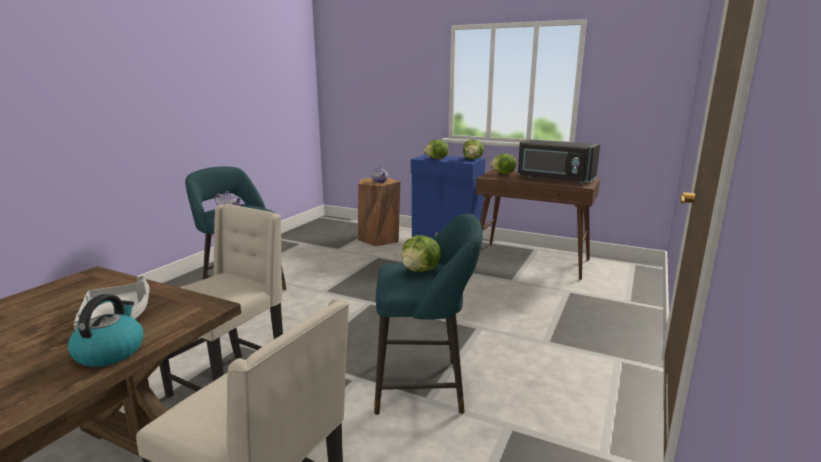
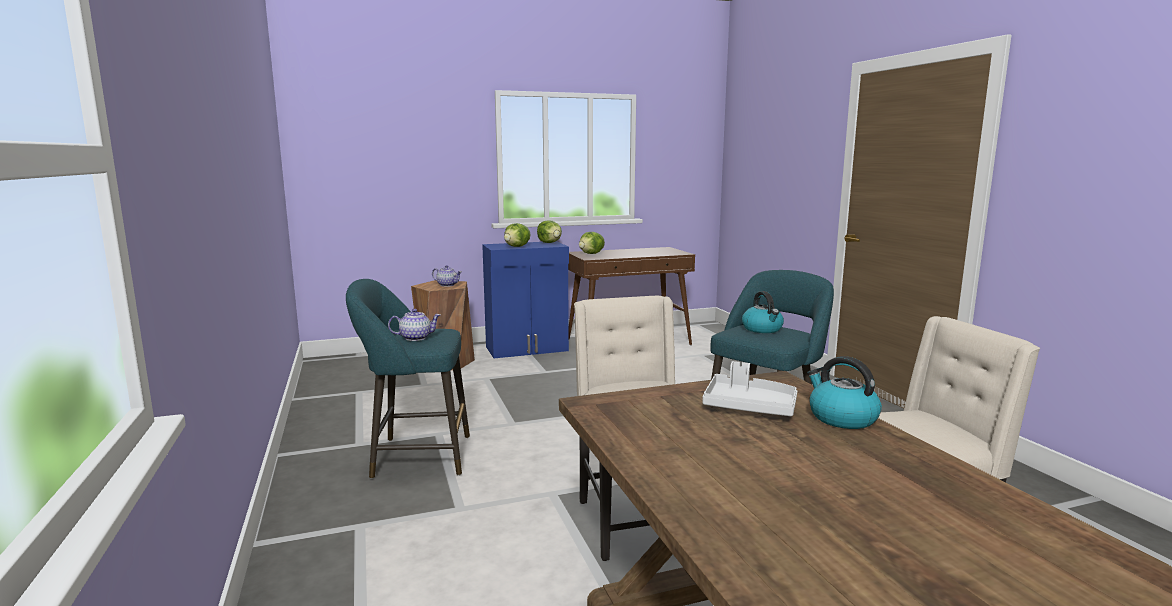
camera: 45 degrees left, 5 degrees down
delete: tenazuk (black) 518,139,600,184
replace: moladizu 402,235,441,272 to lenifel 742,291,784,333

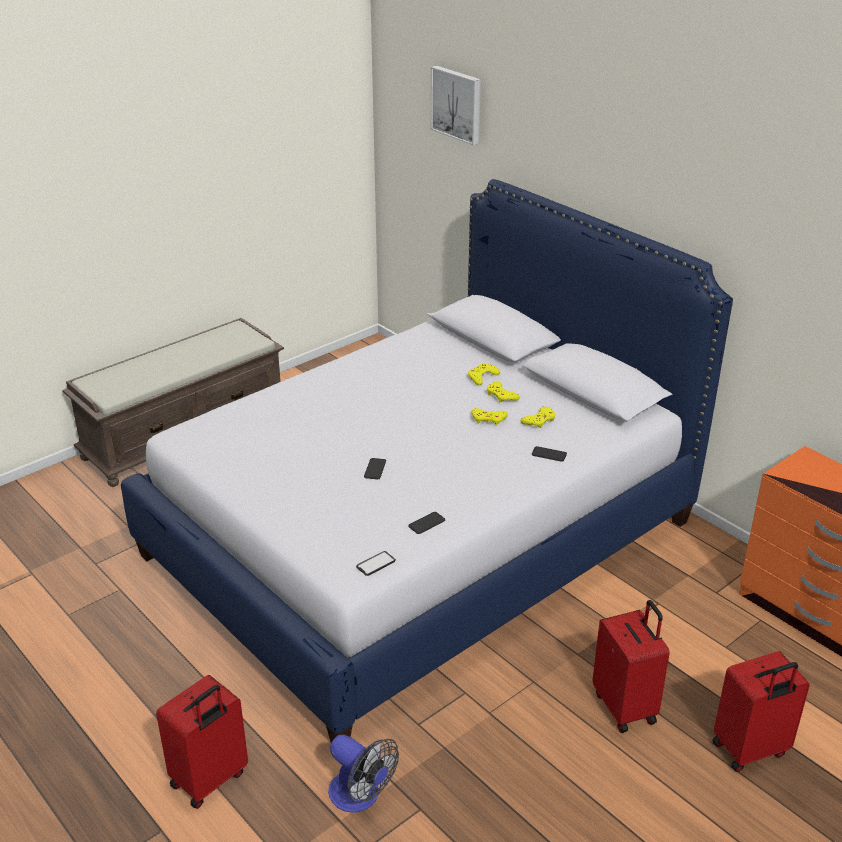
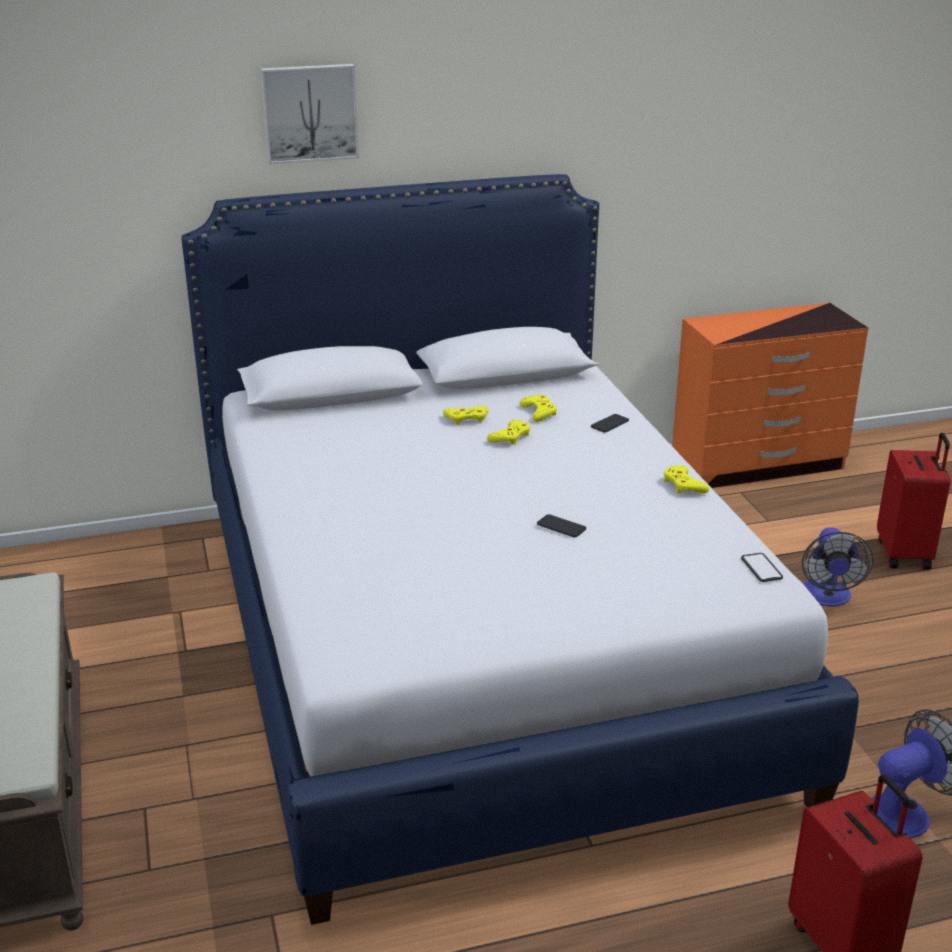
camera: 65 degrees left, 5 degrees down
delete: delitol 408,512,445,534
move: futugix 431,66,481,145 to 261,64,359,164; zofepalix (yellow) 468,363,500,385 to 664,465,709,493
replace: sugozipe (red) 593,600,670,733 to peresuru 802,527,874,606

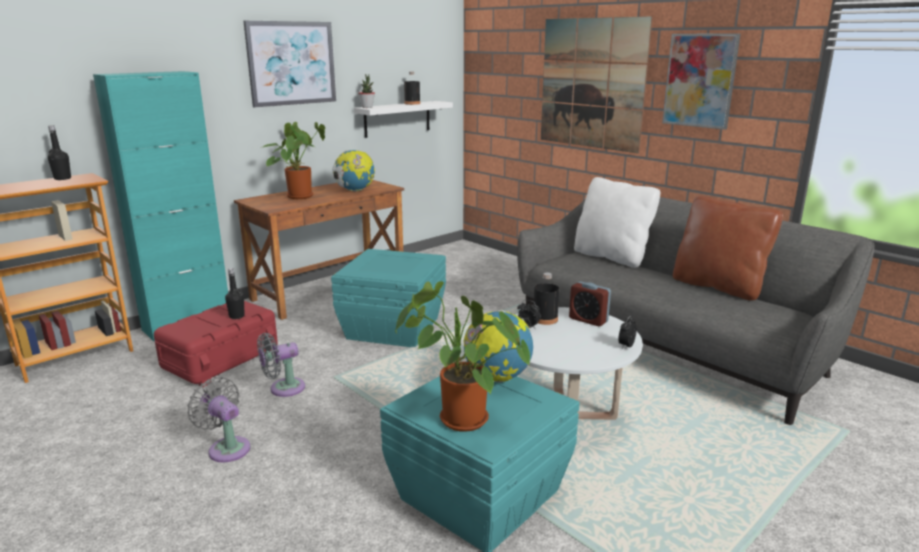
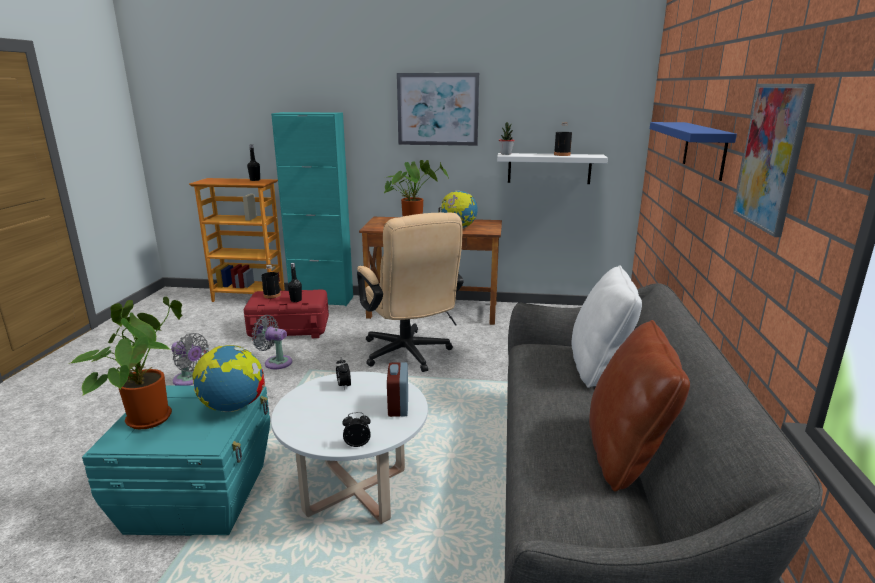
camera: 50 degrees right, 0 degrees up
move: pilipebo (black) 534,272,559,325 to 262,265,281,298
replace: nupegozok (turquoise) 331,249,446,347 to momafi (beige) 357,212,464,372; futugix 541,16,653,153 to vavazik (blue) 650,122,737,181
rotate: peresuru (grey) 187,377,251,463 = 171,333,209,386 120 degrees clockwise

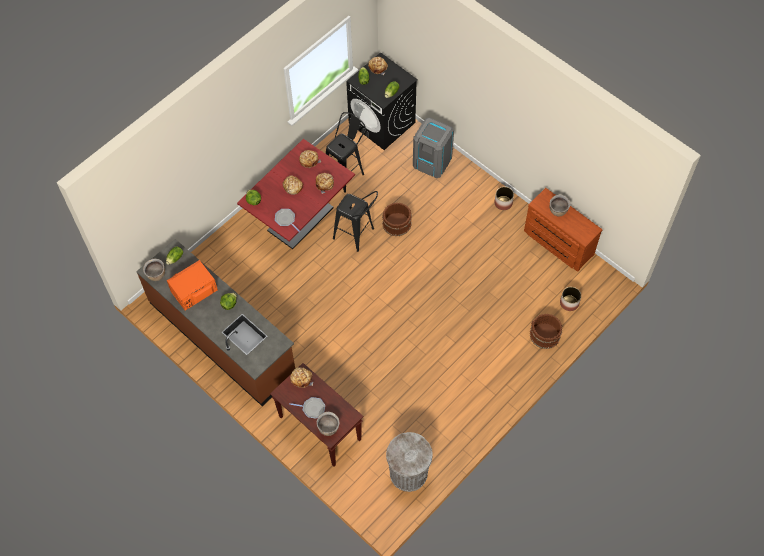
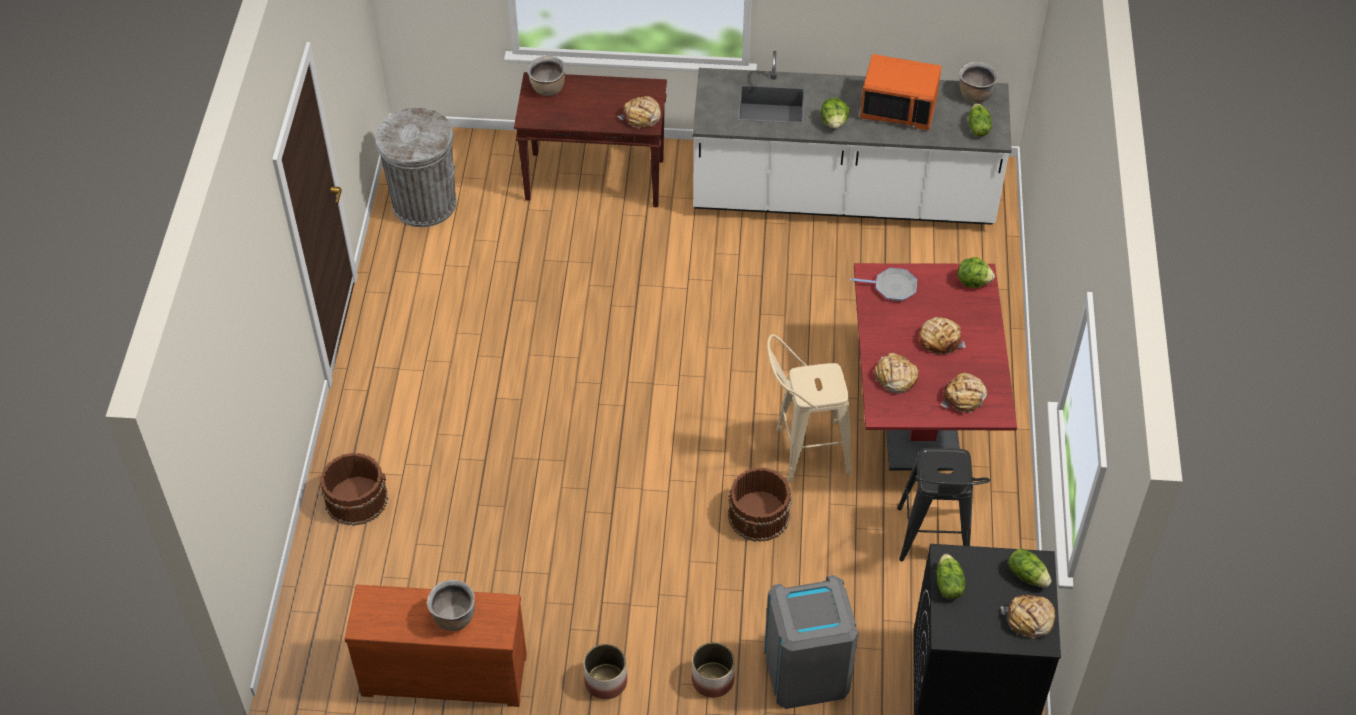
camera: 140 degrees right, 10 degrees down
delete: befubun 290,397,325,418
move: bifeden 560,287,581,311 to 692,642,735,698
recolor: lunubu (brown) 136,239,295,406 to lunubu (white) 692,51,1012,225; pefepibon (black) 333,191,378,252 to pefepibon (beige) 767,334,851,482
rotate: tenazuk (orange) 167,260,218,311 = 860,54,942,130 90 degrees clockwise

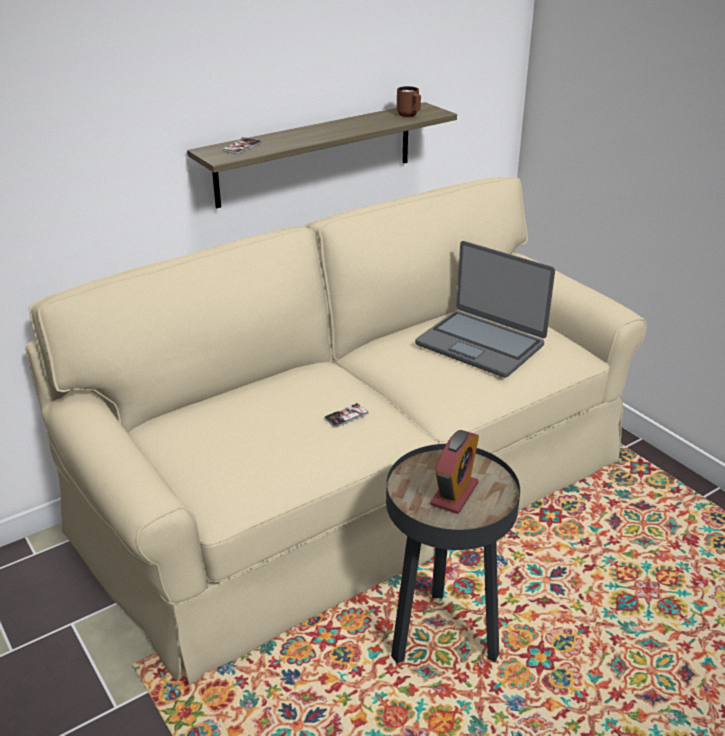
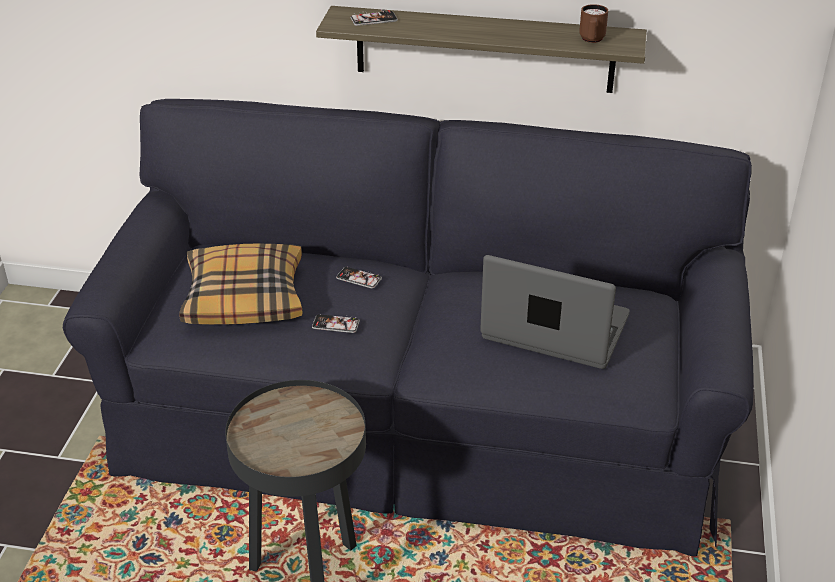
camera: 45 degrees right, 5 degrees up
delete: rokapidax 430,430,479,514
insert: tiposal 179,244,302,324; delitol 336,267,382,289
recolor: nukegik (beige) 25,177,647,684 to nukegik (black) 63,99,754,557
rotate: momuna 415,241,555,378 = 480,255,630,369 120 degrees clockwise

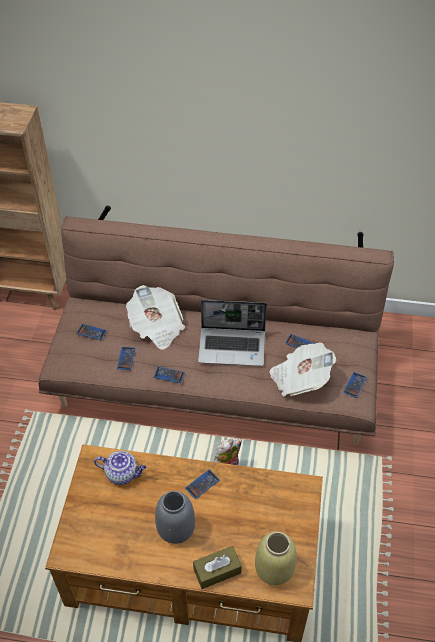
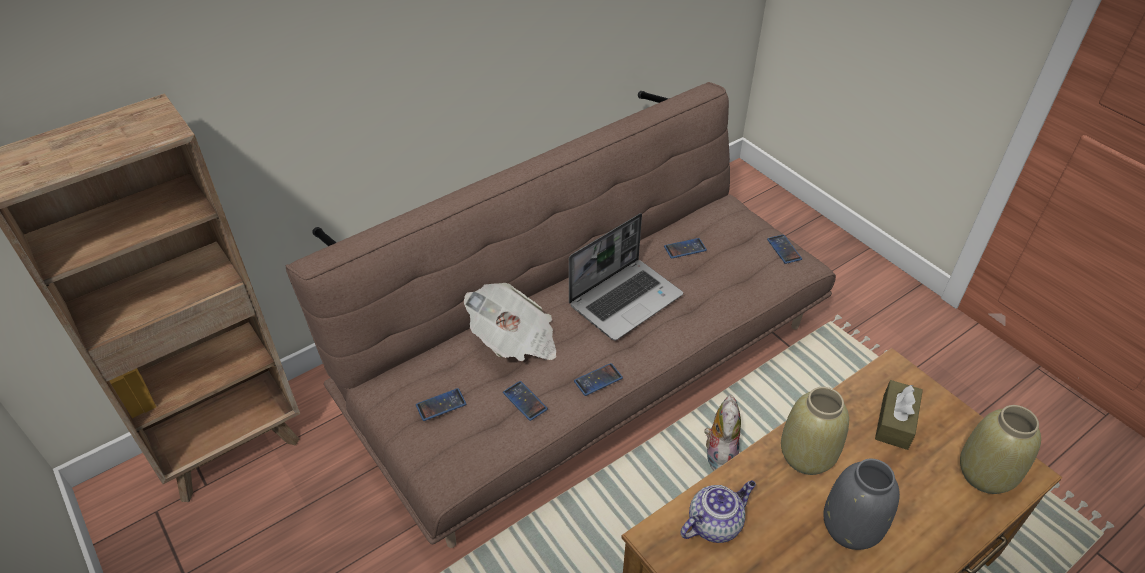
camera: 45 degrees left, 5 degrees down
delete: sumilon 269,342,336,396
move: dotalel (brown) 193,546,242,589 to 875,380,923,450
replace: delitol 185,469,220,499 to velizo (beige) 781,387,849,475

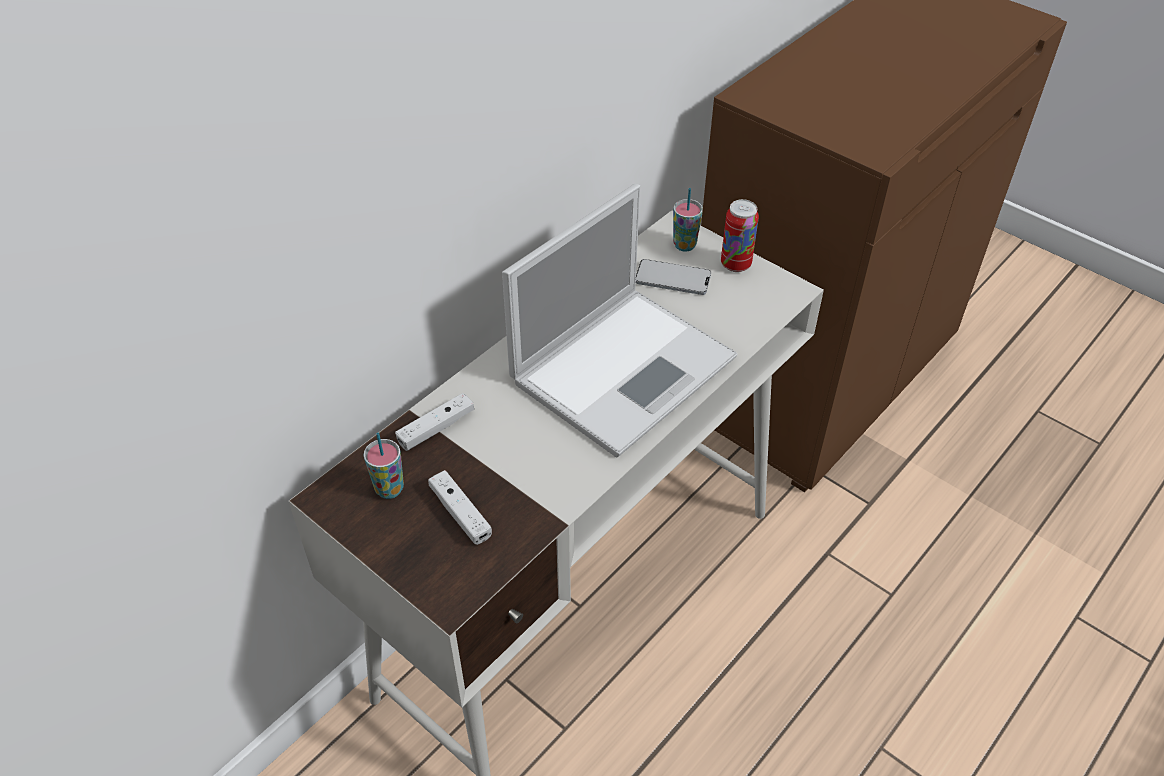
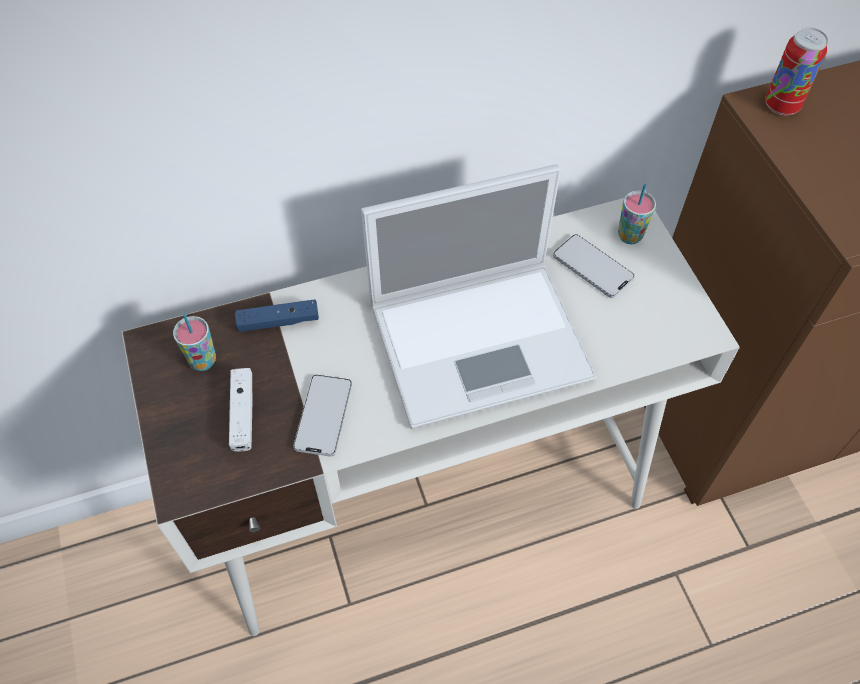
camera: 30 degrees right, 10 degrees up
insert: delitol 293,375,352,457
move: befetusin 721,199,759,272 to 765,27,828,116
recolor: zofepalix (white) 395,393,474,451 to zofepalix (blue) 235,299,319,332

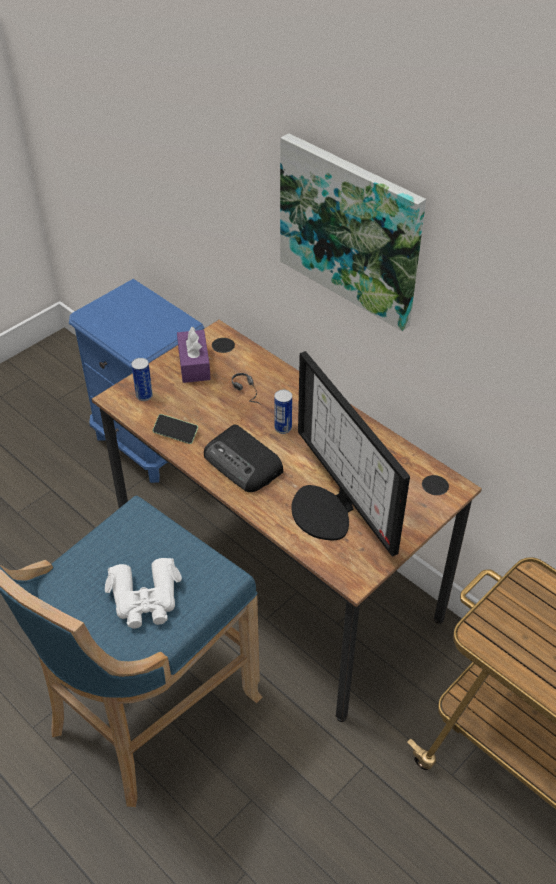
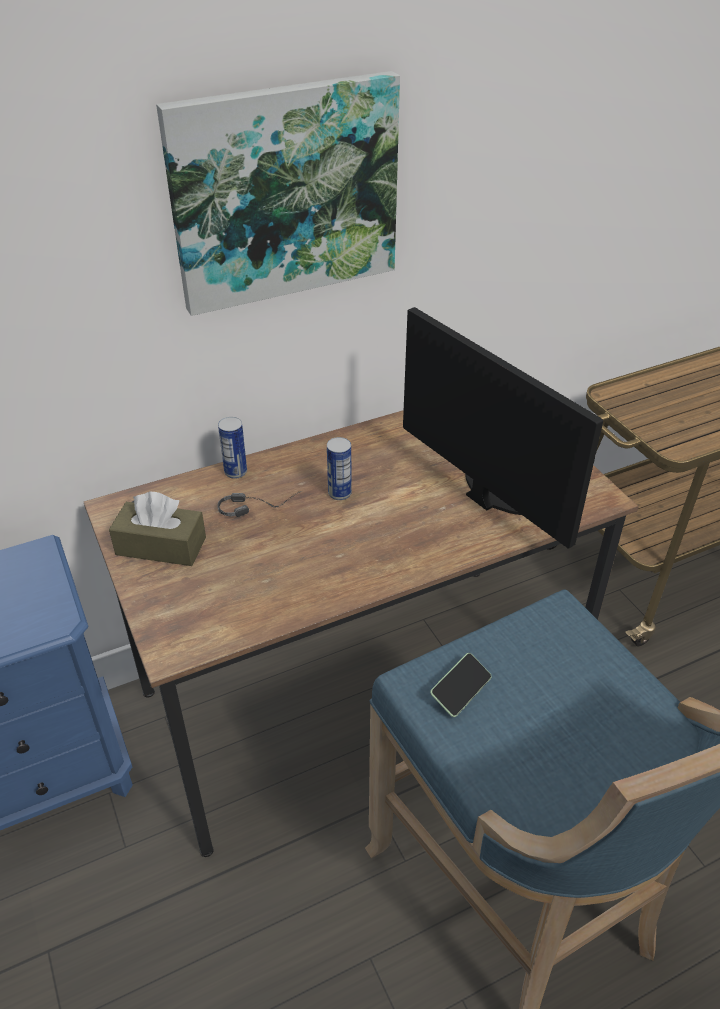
camera: 70 degrees left, 5 degrees down
delete: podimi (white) 105,558,182,629; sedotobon 204,424,283,492
move: befetusin 131,358,153,401 to 218,417,247,479; delitol 153,414,198,444 to 430,653,492,717
recolor: dotalel (purple) 177,327,211,383 to dotalel (brown) 109,492,206,566
rotate: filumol 291,351,410,557 = 403,307,603,549 120 degrees counterclockwise

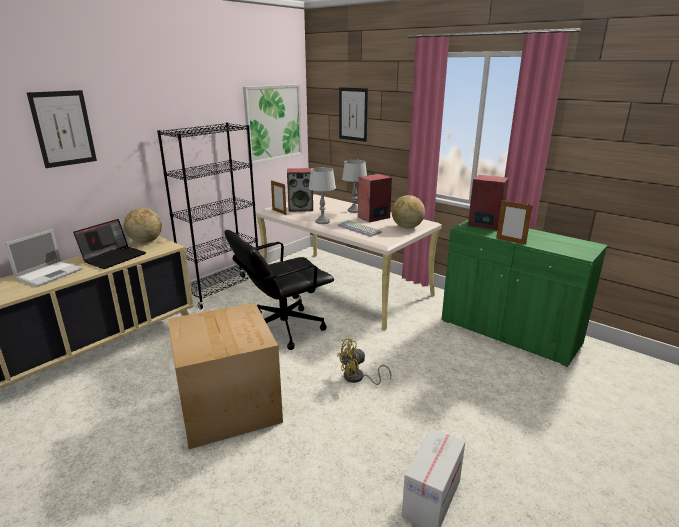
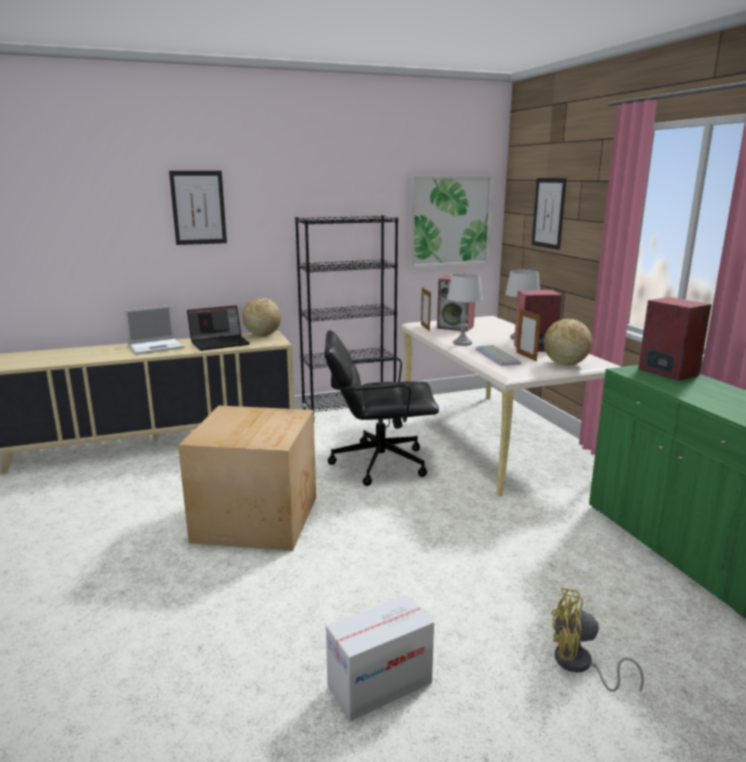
camera: 30 degrees right, 5 degrees down
move: peresuru (yellow) 337,339,391,385 to 551,588,644,692; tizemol 496,200,532,245 to 516,308,541,361

